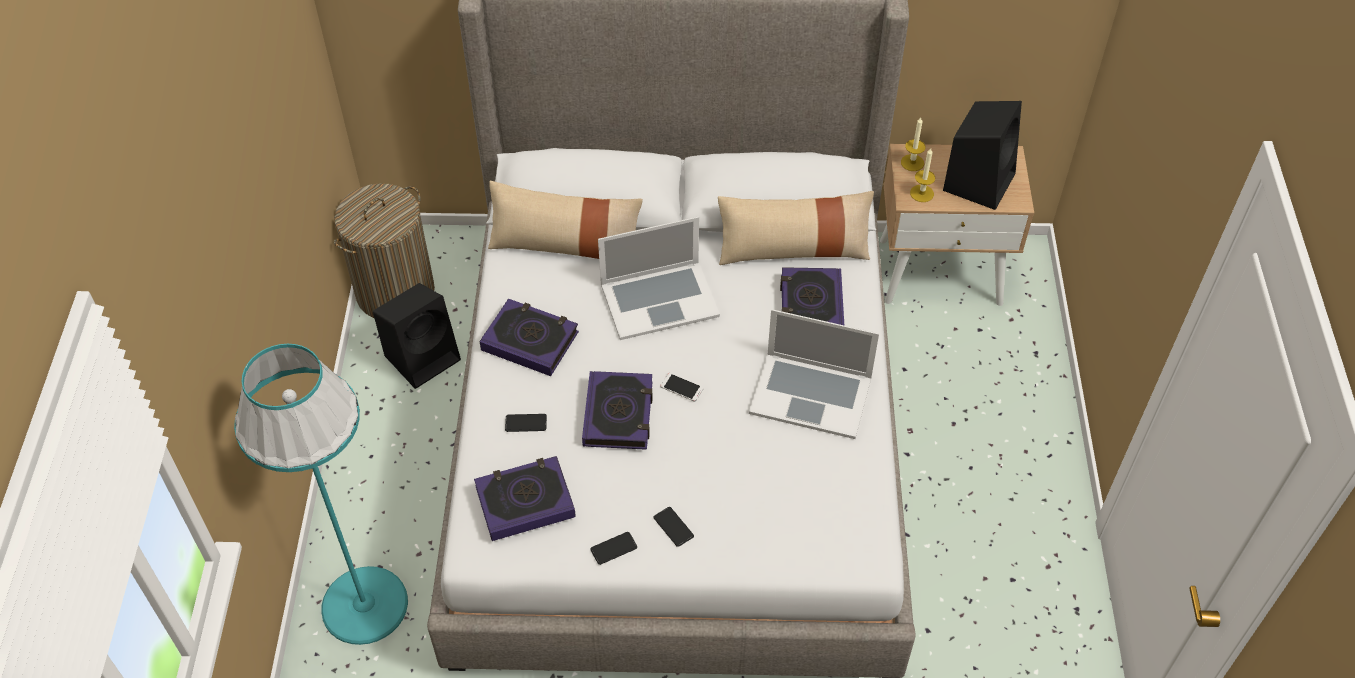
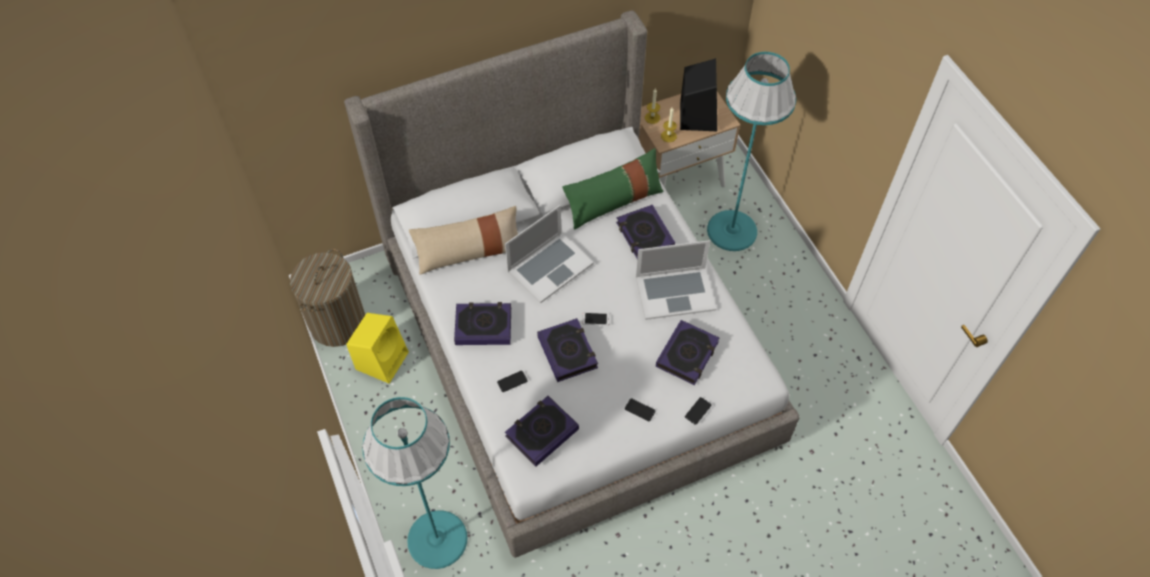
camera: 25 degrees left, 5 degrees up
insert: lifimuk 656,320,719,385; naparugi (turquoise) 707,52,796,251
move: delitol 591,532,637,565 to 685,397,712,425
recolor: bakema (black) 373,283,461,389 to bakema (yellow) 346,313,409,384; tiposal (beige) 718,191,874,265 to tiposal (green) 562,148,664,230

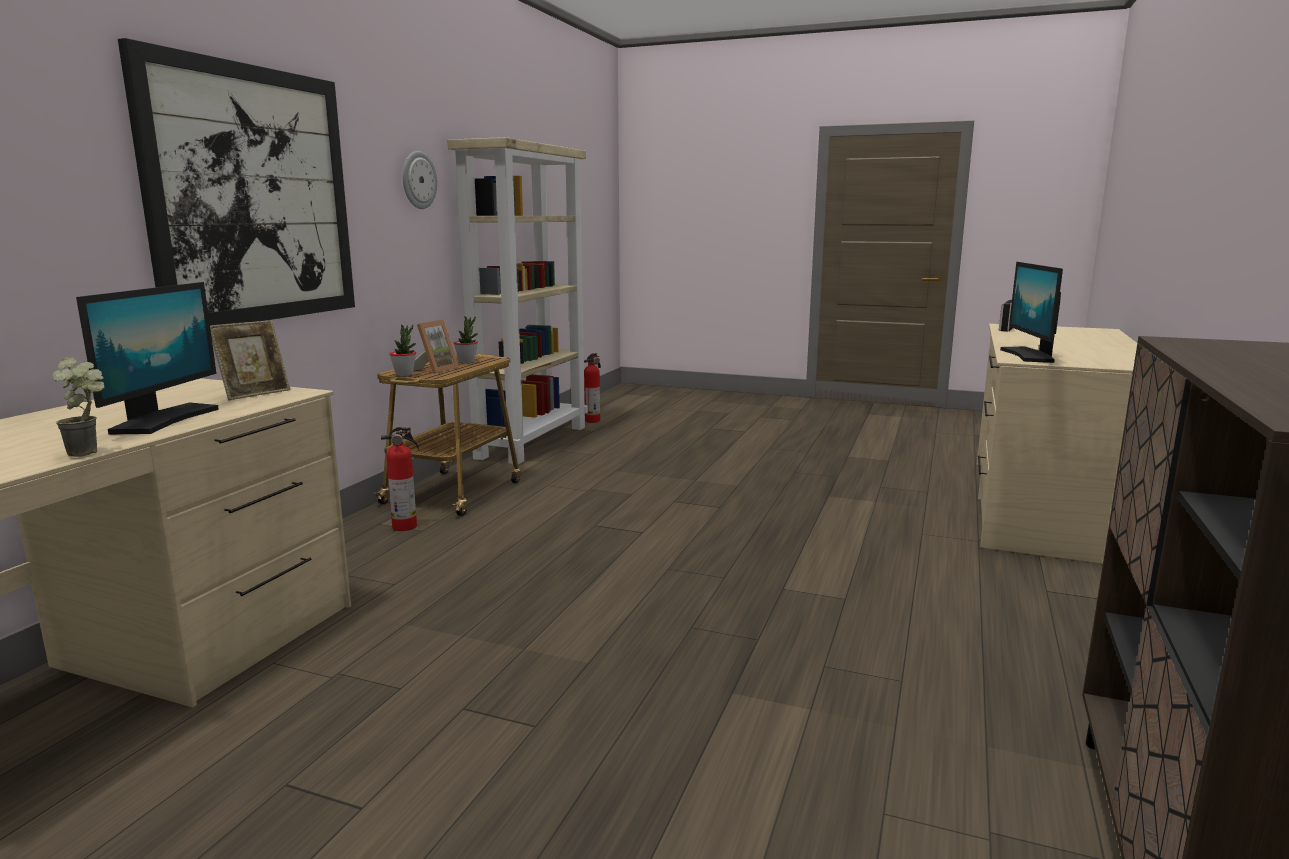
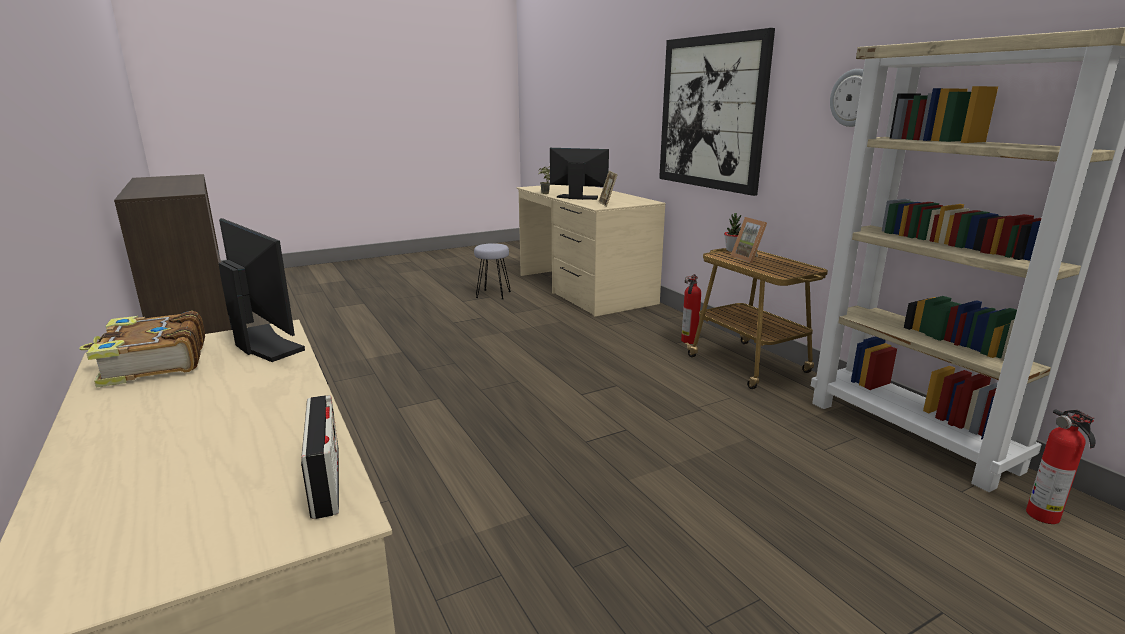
camera: 130 degrees right, 5 degrees up
delete: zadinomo 454,316,478,364
insert: lifimuk 79,311,205,387; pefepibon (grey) 474,243,511,300
rotate: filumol 76,282,219,434 = 550,148,609,200 150 degrees clockwise

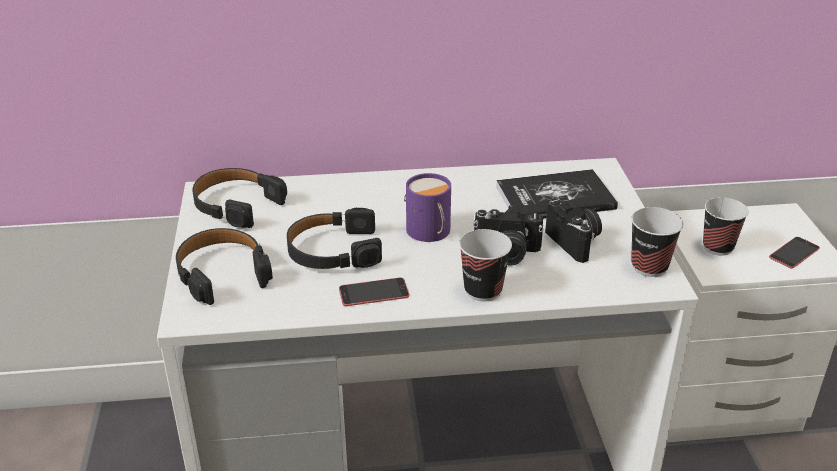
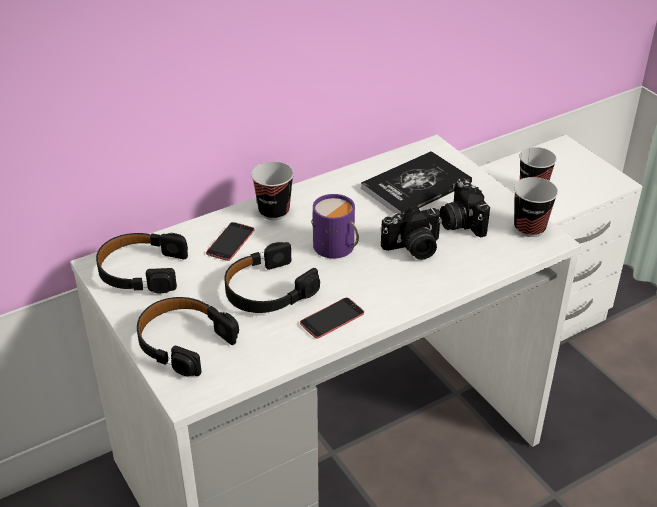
camera: 25 degrees left, 5 degrees up
move: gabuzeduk 459,229,512,301 to 251,162,294,220; delitol 769,237,820,268 to 206,222,255,261
rotate: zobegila 545,198,602,263 = 440,178,490,237 150 degrees counterclockwise

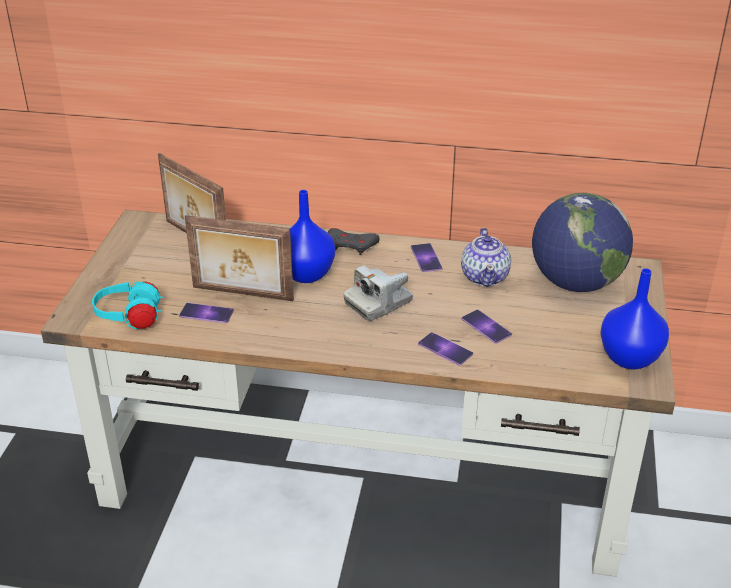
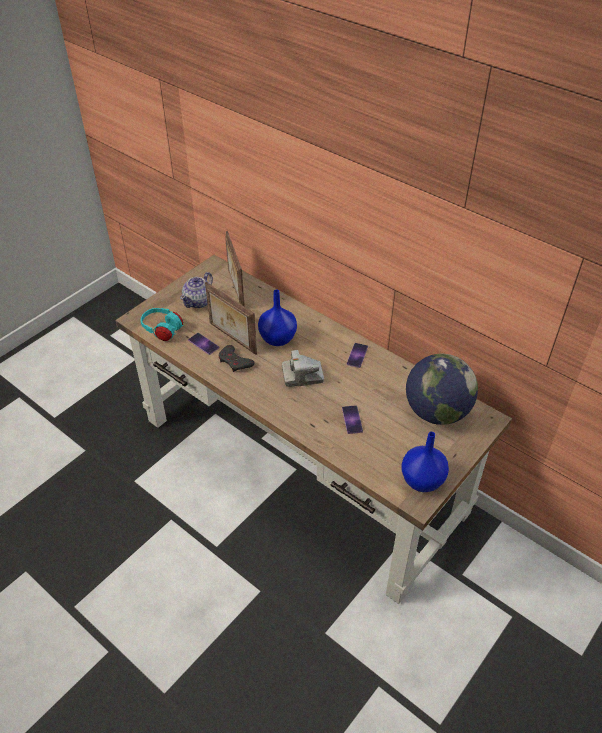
camera: 30 degrees right, 10 degrees up
delete: delitol 418,332,473,366
move: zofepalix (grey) 327,228,380,255 to 219,345,255,372; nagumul 461,228,511,287 to 180,272,213,308

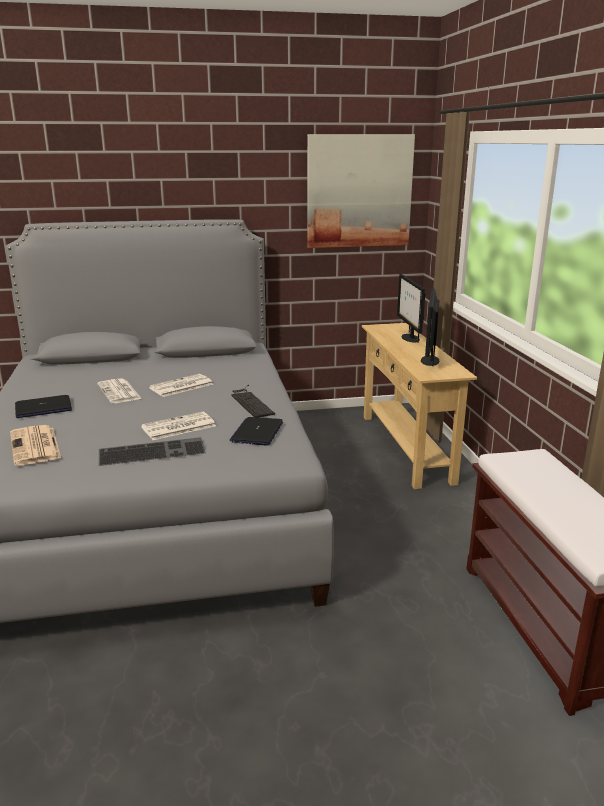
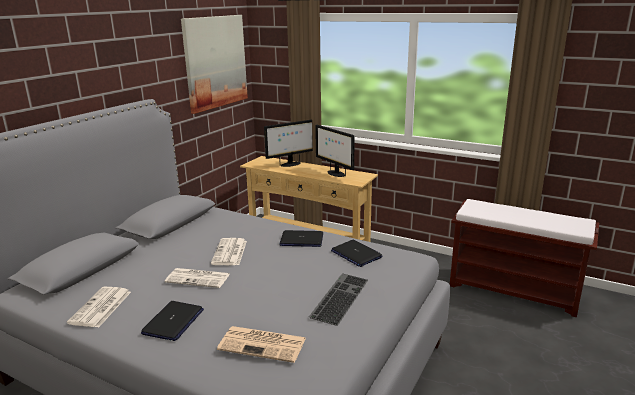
camera: 50 degrees left, 0 degrees up
move: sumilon 141,412,216,440 to 67,287,131,327
replace: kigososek 231,385,275,417 to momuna 279,230,323,247
rotate: filumol 397,274,425,343 = 264,119,313,167 60 degrees counterclockwise

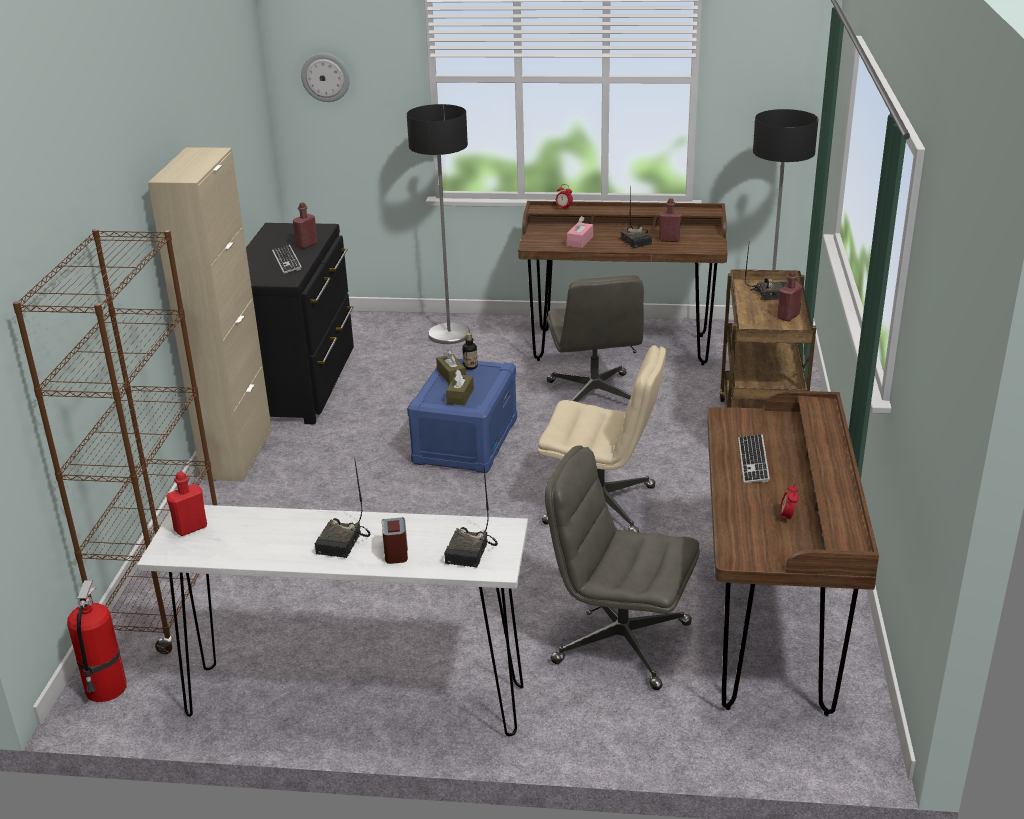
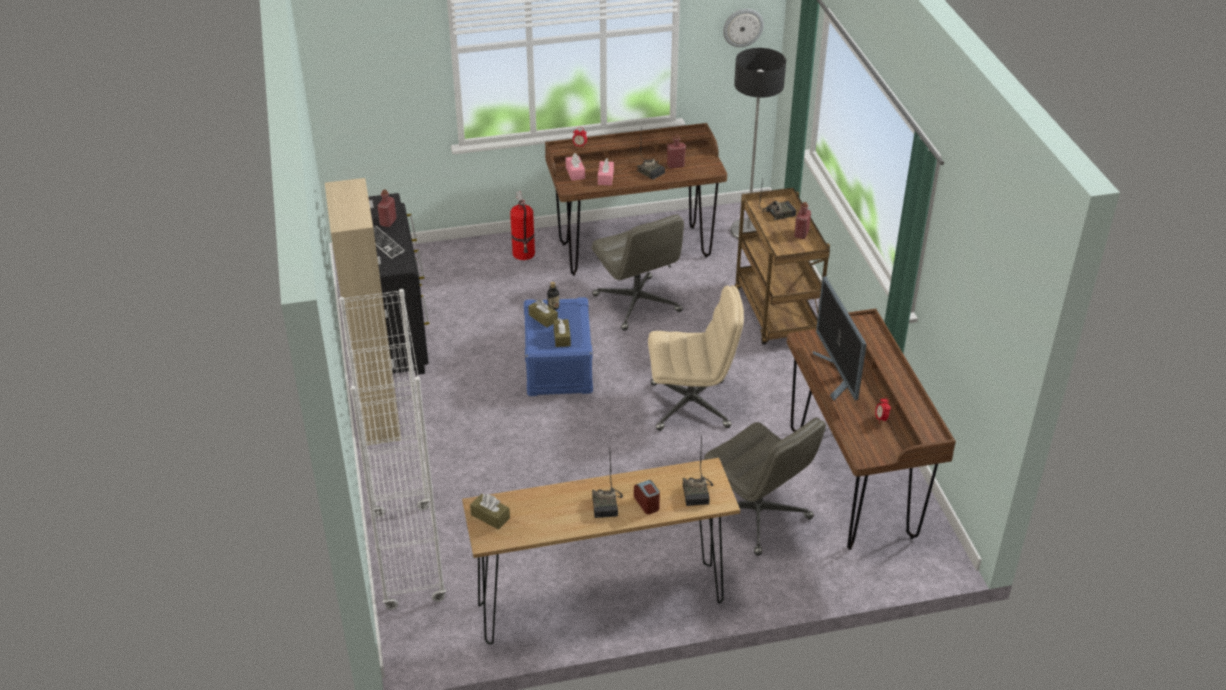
camera: 20 degrees left, 10 degrees up
delete: naparugi 407,104,470,344
insert: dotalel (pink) 566,153,585,181
move: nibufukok 67,580,127,702 to 510,191,535,260; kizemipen 301,53,350,102 to 723,9,764,47
replace: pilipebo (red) 166,471,207,536 to dotalel (brown) 470,494,510,530; kigososek 738,434,770,483 to filumol 813,276,867,401
recolor: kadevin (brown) 13,229,218,654 to kadevin (white) 339,289,447,610; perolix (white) 137,505,528,736 to perolix (brown) 462,458,740,644
rotate: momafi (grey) 545,446,700,690 = 704,417,826,556 135 degrees counterclockwise

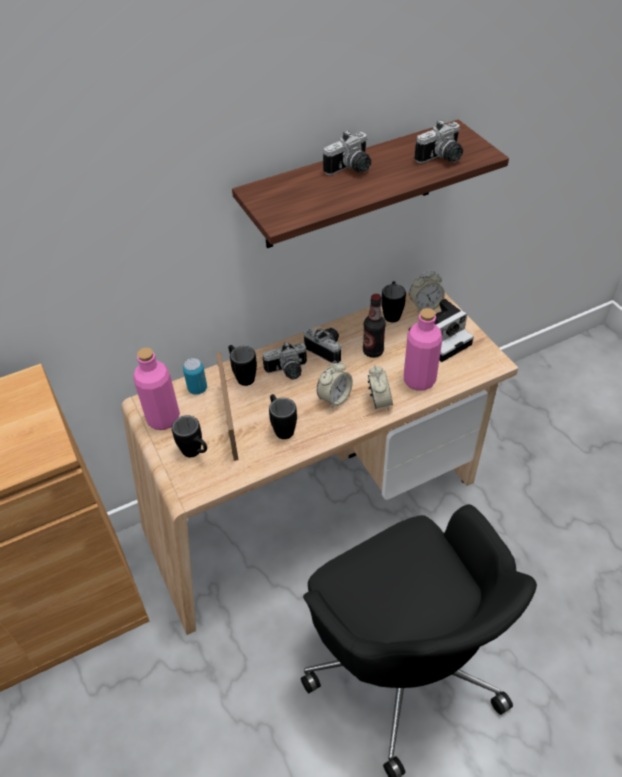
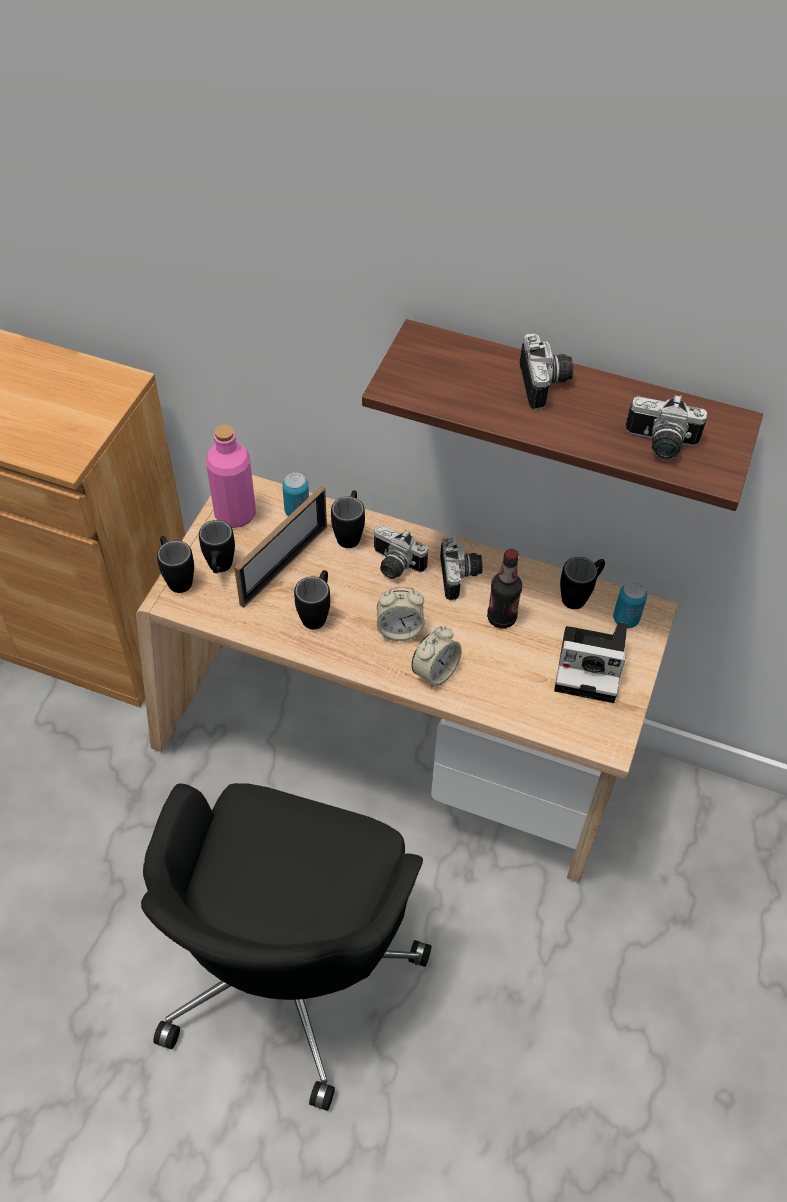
camera: 45 degrees right, 5 degrees up
delete: pilipebo (pink) 404,308,442,391
insert: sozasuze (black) 157,536,194,593
replace: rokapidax 409,271,445,313 to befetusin 613,581,647,628
rotate: zobegila 323,130,371,175 = 520,334,573,410 105 degrees counterclockwise

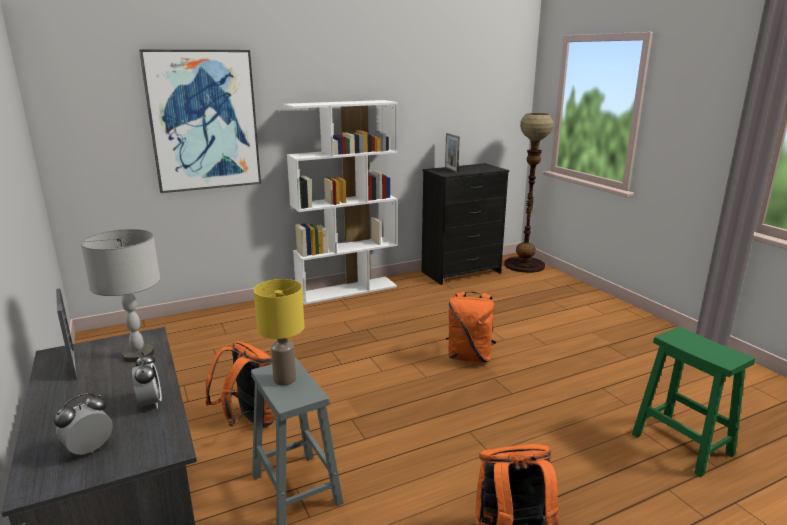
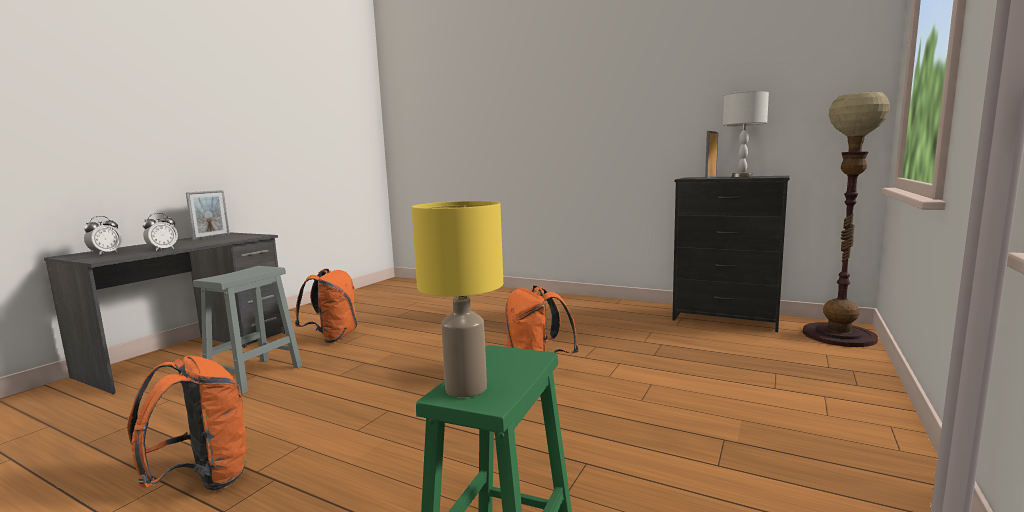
camera: 55 degrees right, 10 degrees down
delete: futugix 139,50,261,193; kadevin (white) 283,100,398,305
move: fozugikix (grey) 81,229,160,363 to 723,91,769,177; fozugikix (yellow) 254,279,304,386 to 411,201,503,398
rotate: rokapidax 54,393,112,455 = 84,216,122,255 105 degrees clockwise

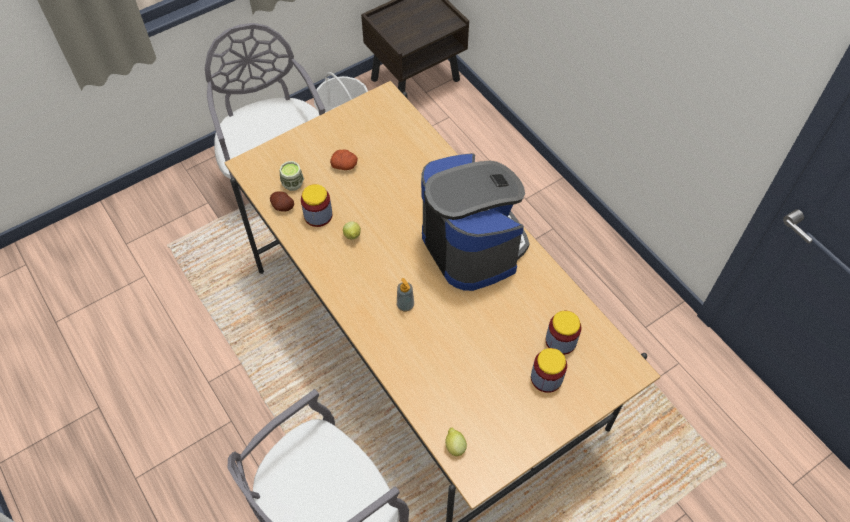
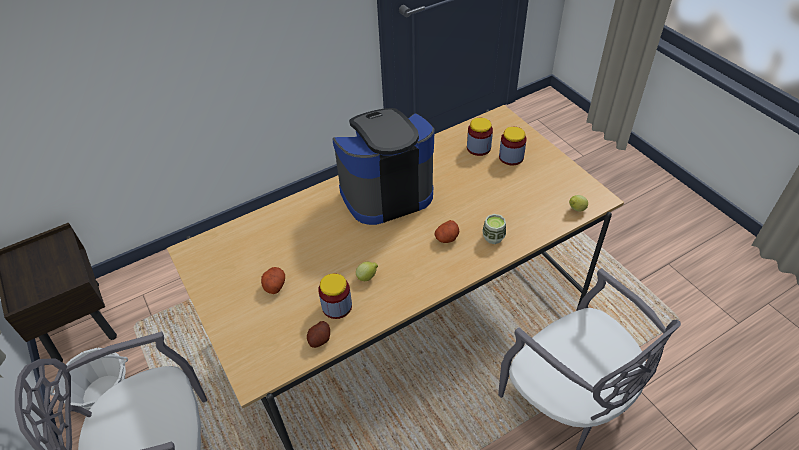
camera: 85 degrees left, 10 degrees down
move: gabuzeduk 280,161,304,191 to 482,214,506,244
replace: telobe 397,278,414,312 to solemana 435,220,459,243

